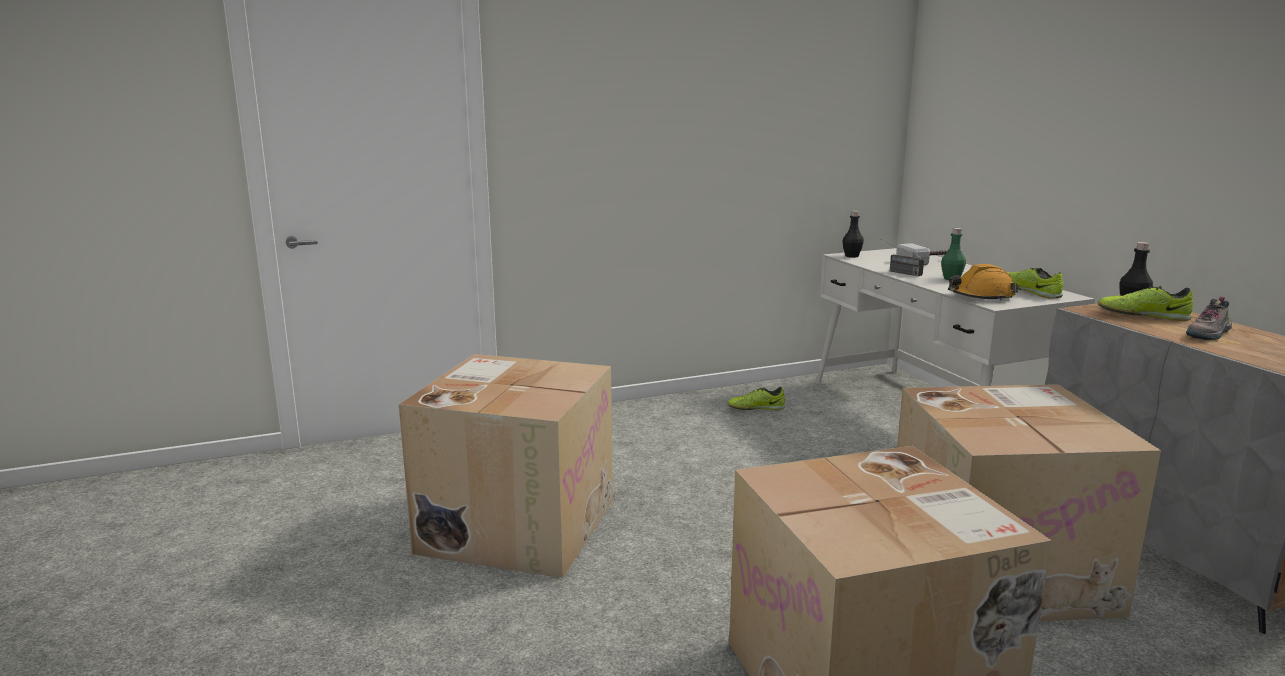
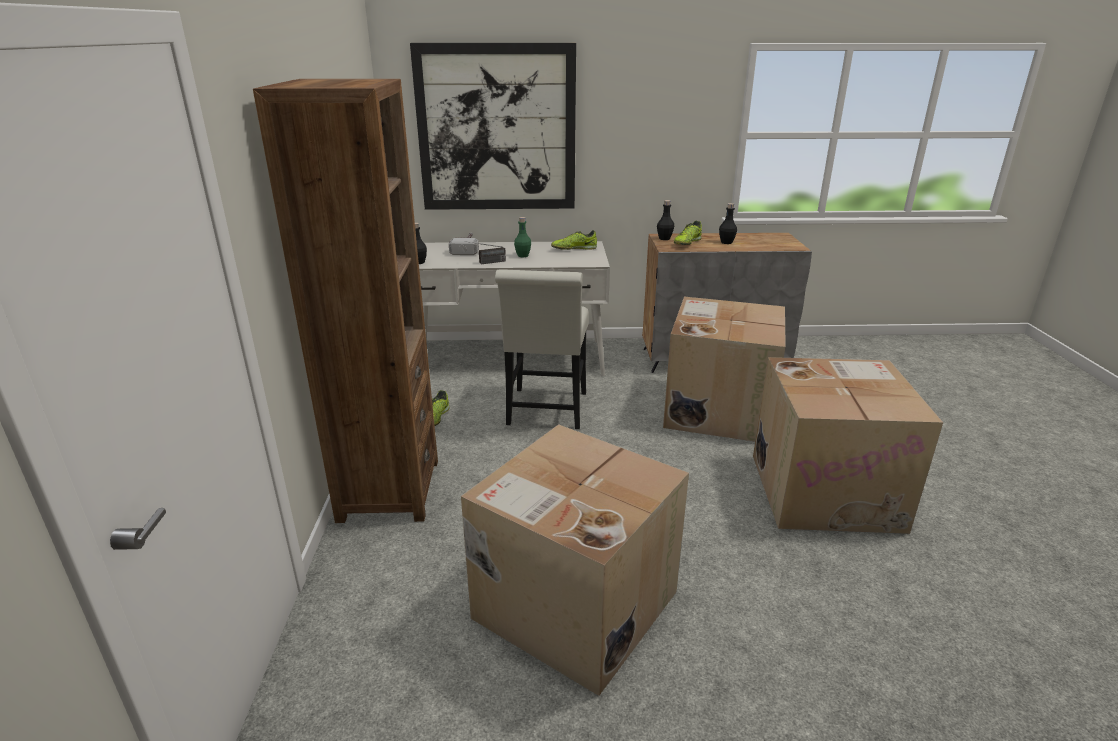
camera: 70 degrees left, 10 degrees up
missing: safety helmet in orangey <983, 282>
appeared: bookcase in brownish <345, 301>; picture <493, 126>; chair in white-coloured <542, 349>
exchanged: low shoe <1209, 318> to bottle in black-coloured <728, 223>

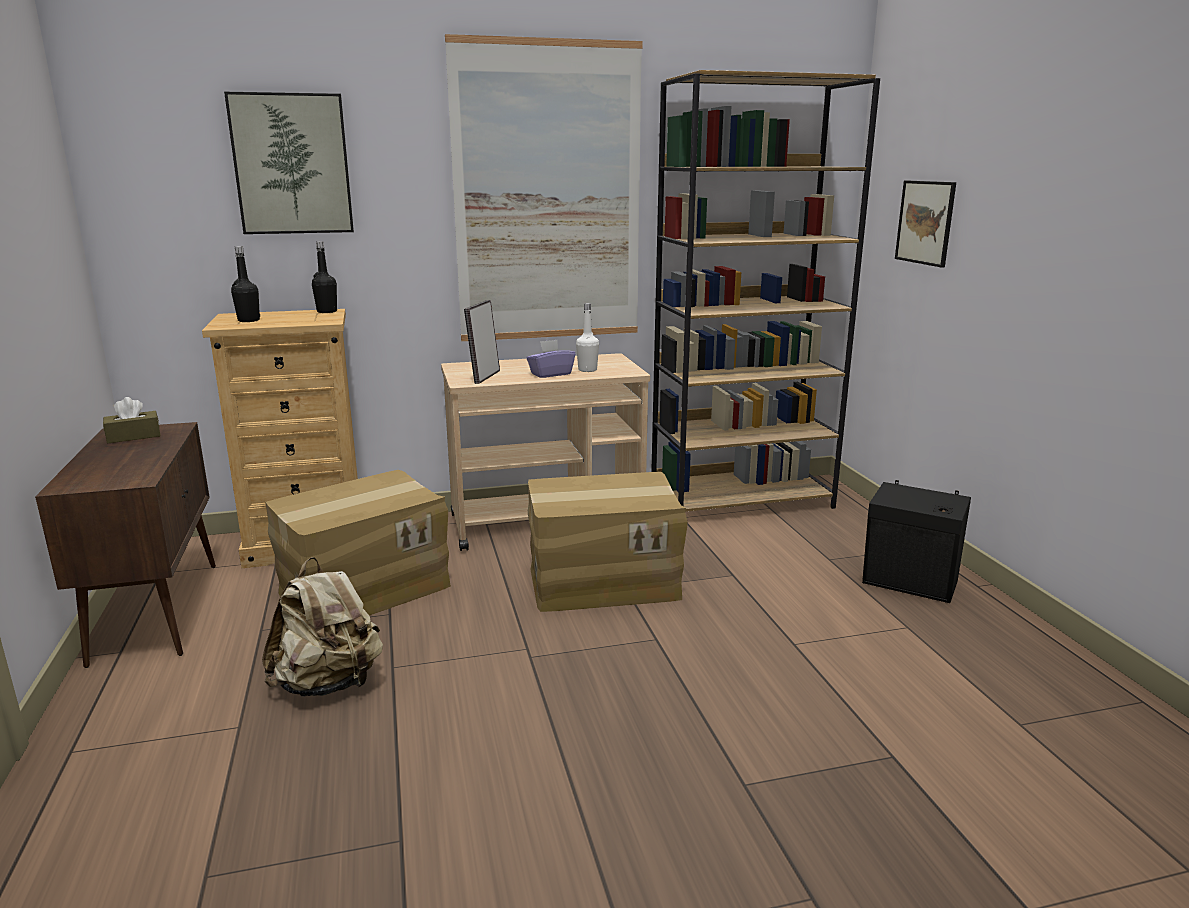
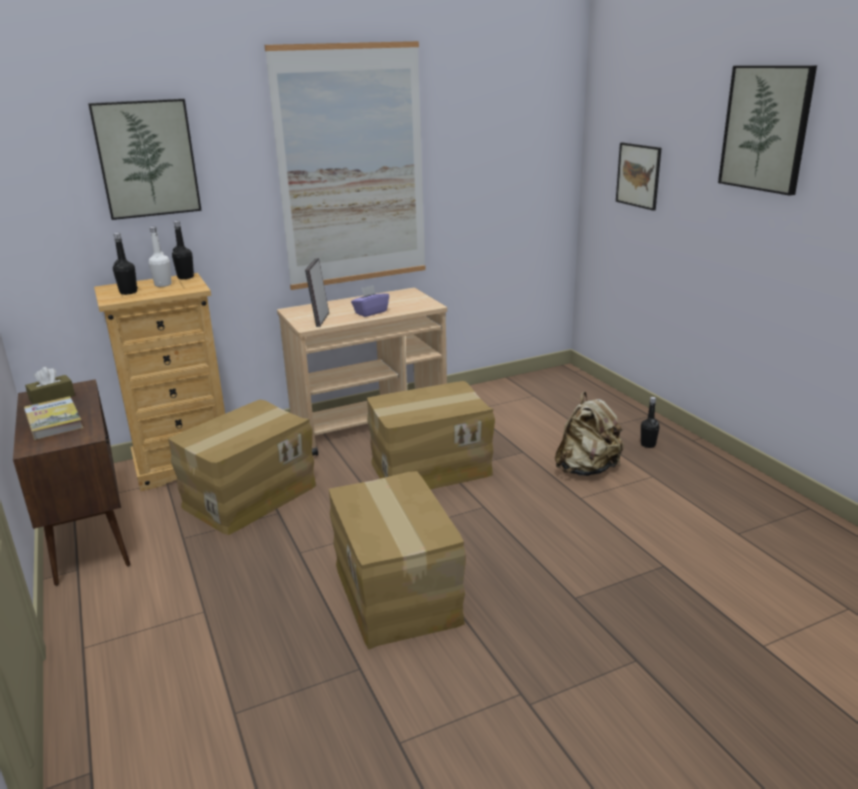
camera: 10 degrees left, 5 degrees up
missing: bookcase in brownish <765, 291>
appeared: volume <53, 418>; cardboard box <397, 560>; picture <767, 130>
relocated: bottle in white-coloured <587, 337> to <160, 257>; backpack in beige <322, 627> to <589, 434>
exchanged: audio speaker in black-coloured <916, 541> to bottle in black-coloured <650, 422>

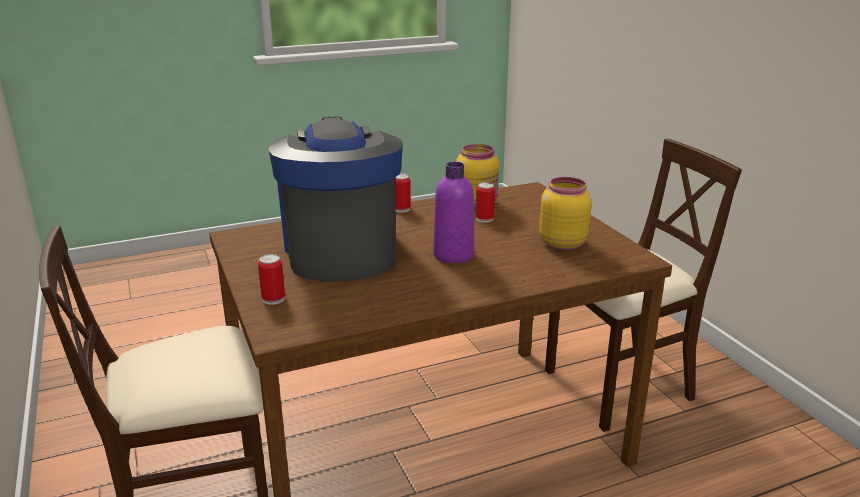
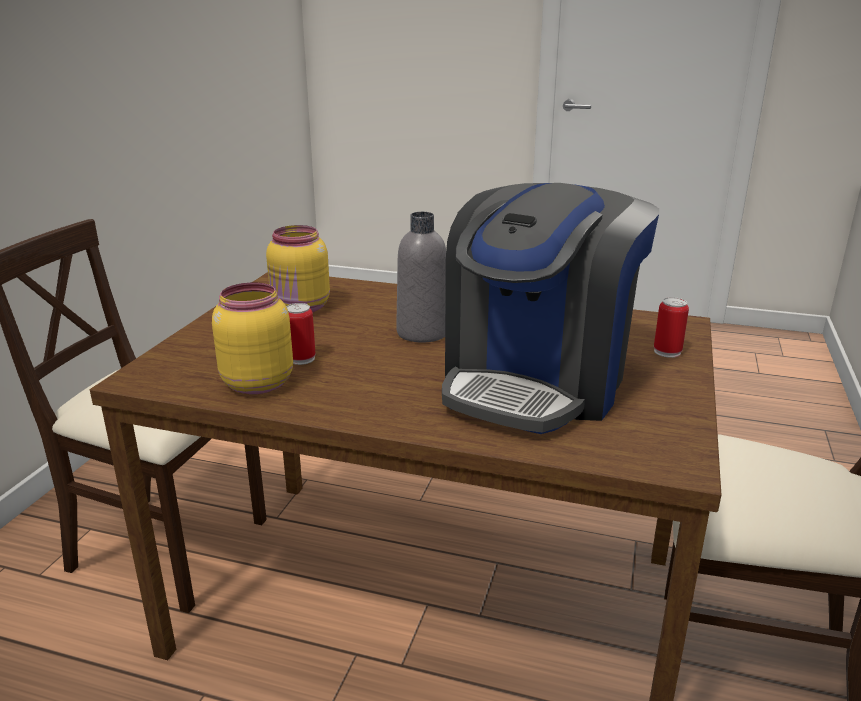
camera: 140 degrees left, 0 degrees up
missing: sealed can <403, 193>
colour: bottle in purple <453, 212> to bottle in grey <421, 277>

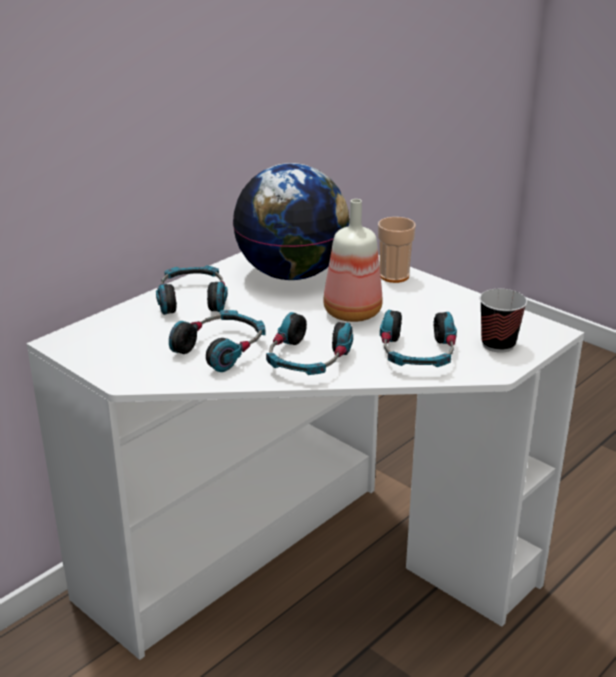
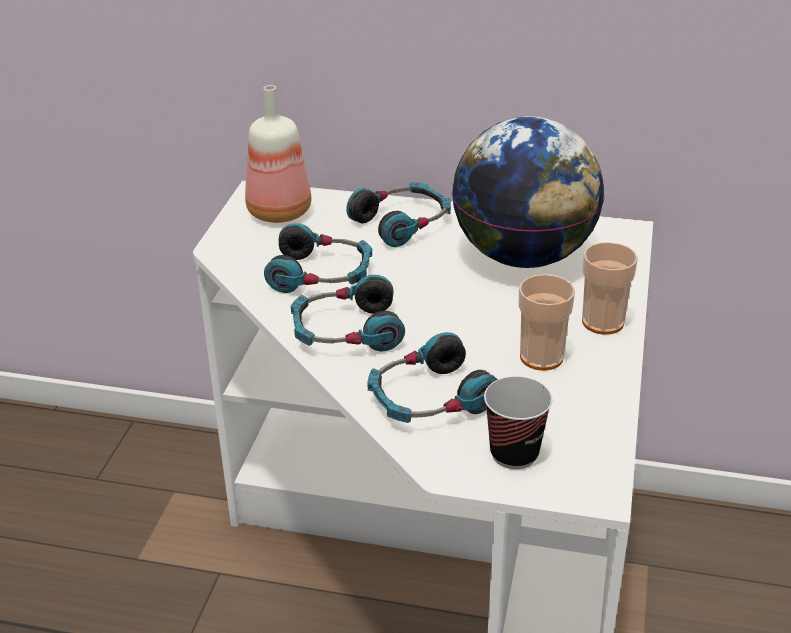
camera: 60 degrees right, 5 degrees up
appeared: cup <547, 322>
relocated: bottle <353, 260> to <278, 154>

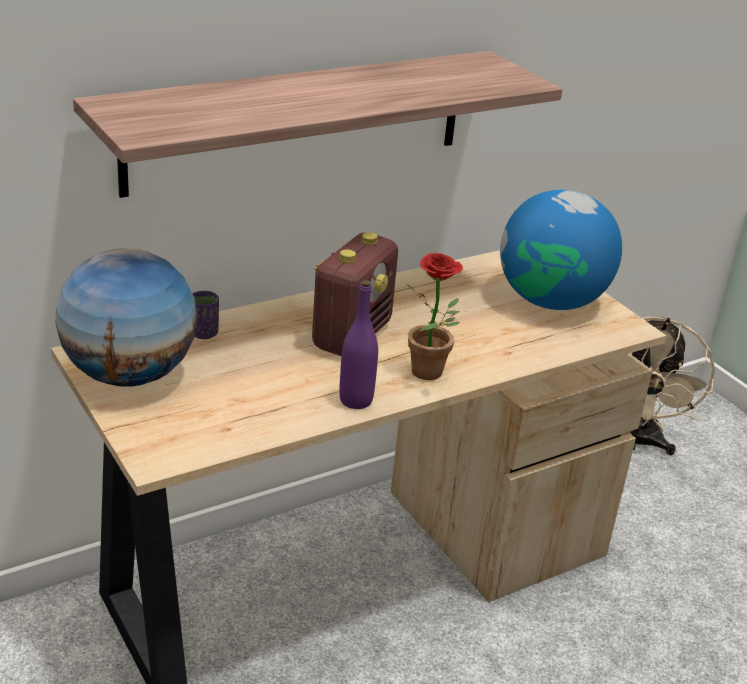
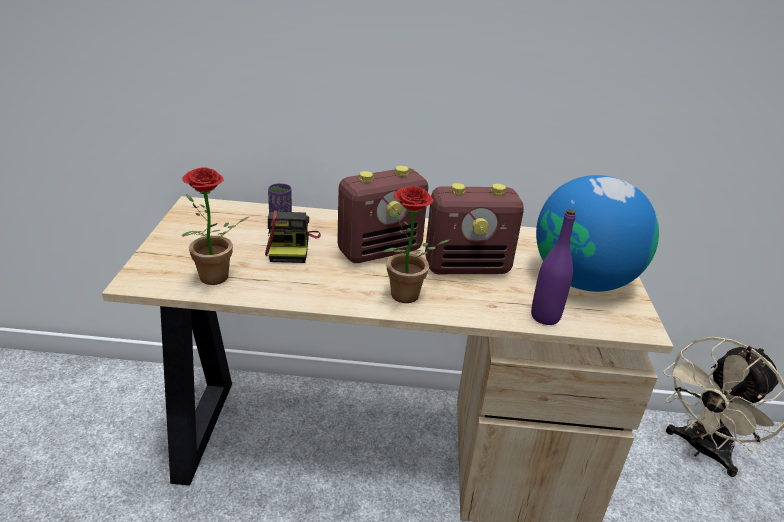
camera: 35 degrees right, 0 degrees up
missing: world globe <126, 317>; bracket shelf <318, 124>
appeared: houseplant <215, 226>; photo camera <293, 237>; radio receiver <474, 228>
relocated: bottle in purple <358, 344> to <553, 267>

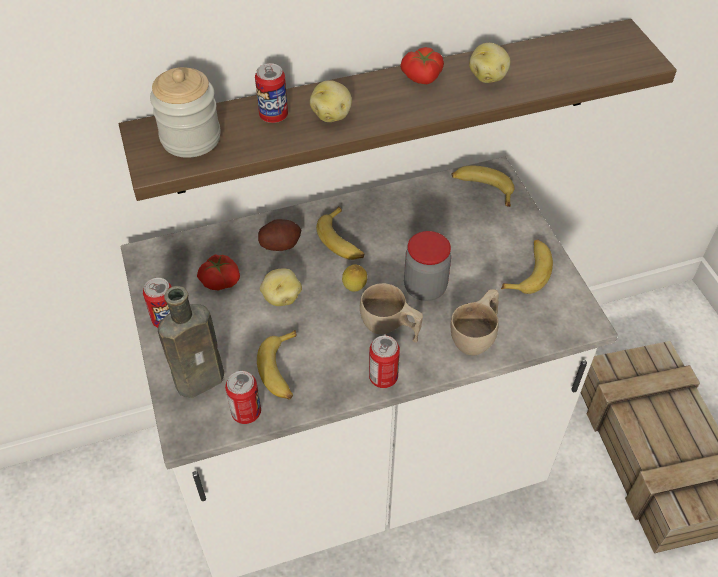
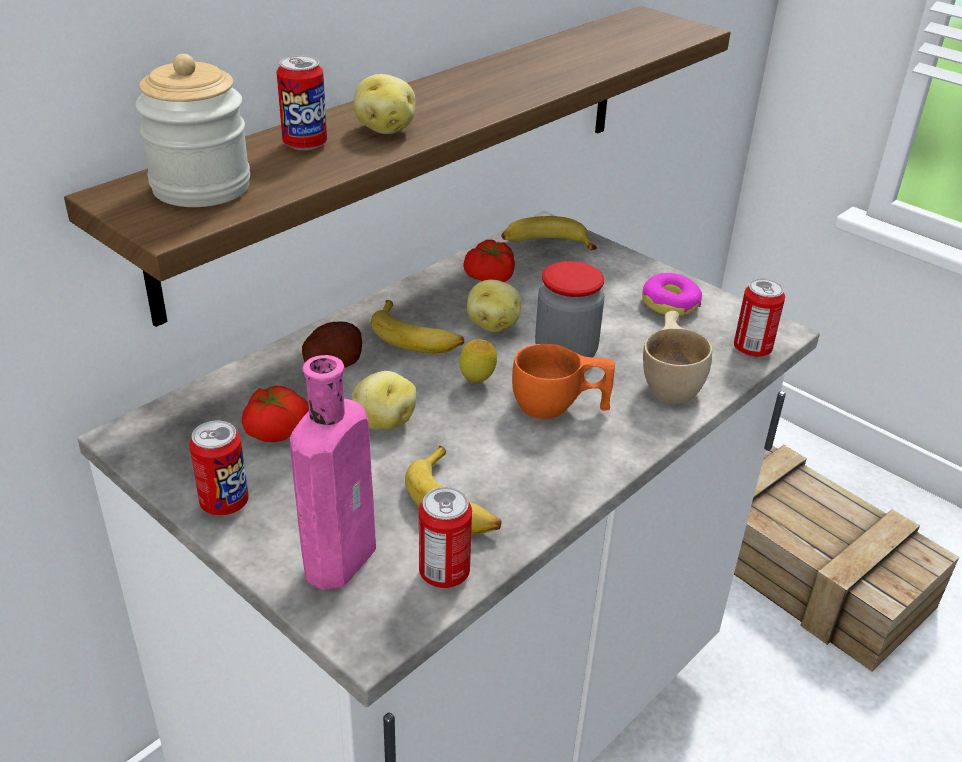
camera: 30 degrees left, 15 degrees down
relocated: whole tomato <422, 65> to <489, 261>; spud <489, 63> to <494, 305>; sealed can <384, 361> to <759, 318>
exchanged: banana fruit <527, 266> to donut <672, 294>
colour: bottle in brownish <191, 342> to bottle in pink-coloured <333, 472>; cup in beige <391, 313> to cup in orangey <563, 381>

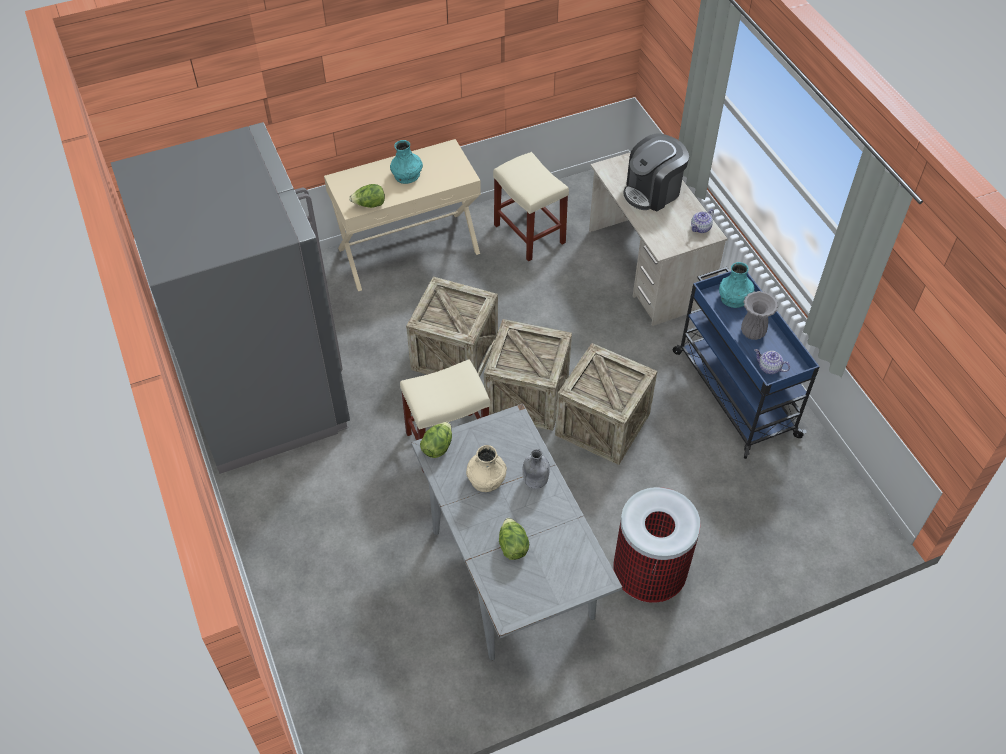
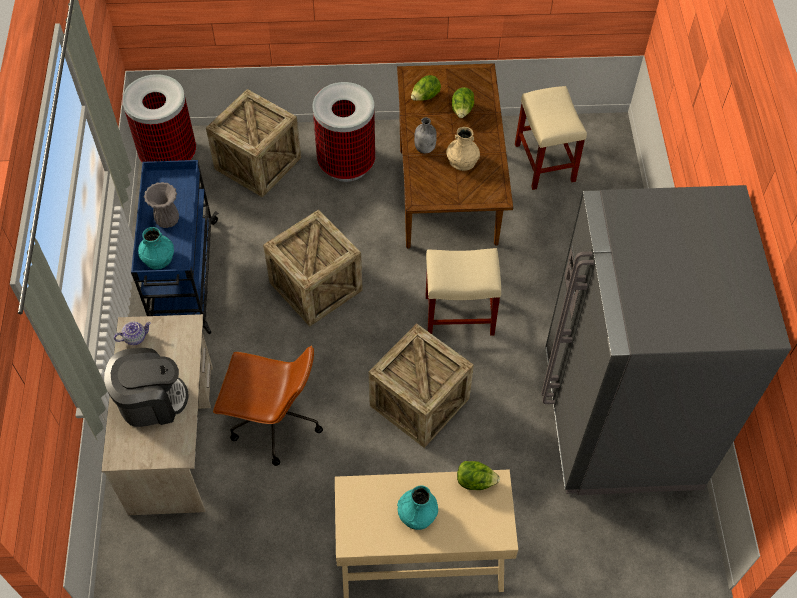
camera: 160 degrees left, 5 degrees up
missing: tea pot <772, 361>
appeared: waste bin <159, 118>; desk chair in brownish <268, 405>
relocated: shipping crate <528, 375> to <253, 143>; head of lettuce <436, 440> to <426, 88>; stool seat in beige <531, 207> to <551, 138>
colour: dining table in grey <517, 532> to dining table in brownish <455, 156>

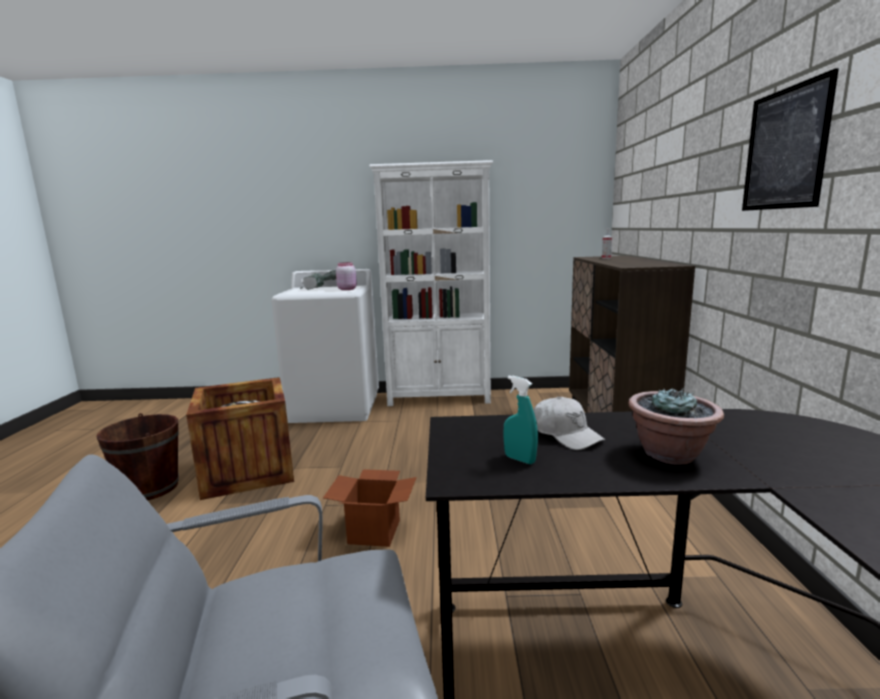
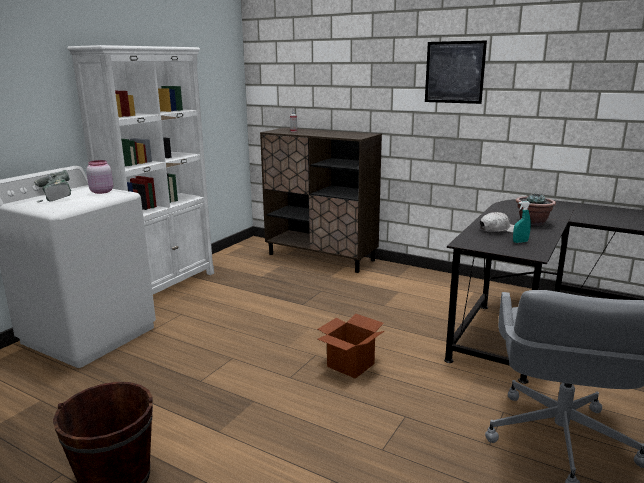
camera: 60 degrees left, 5 degrees up
missing: shipping crate <240, 438>

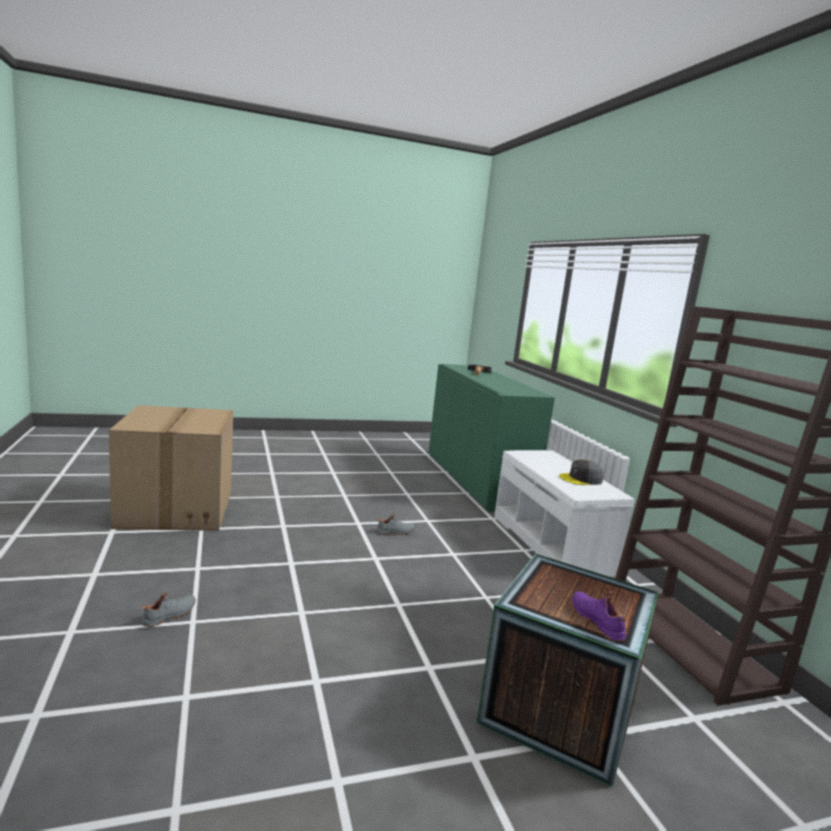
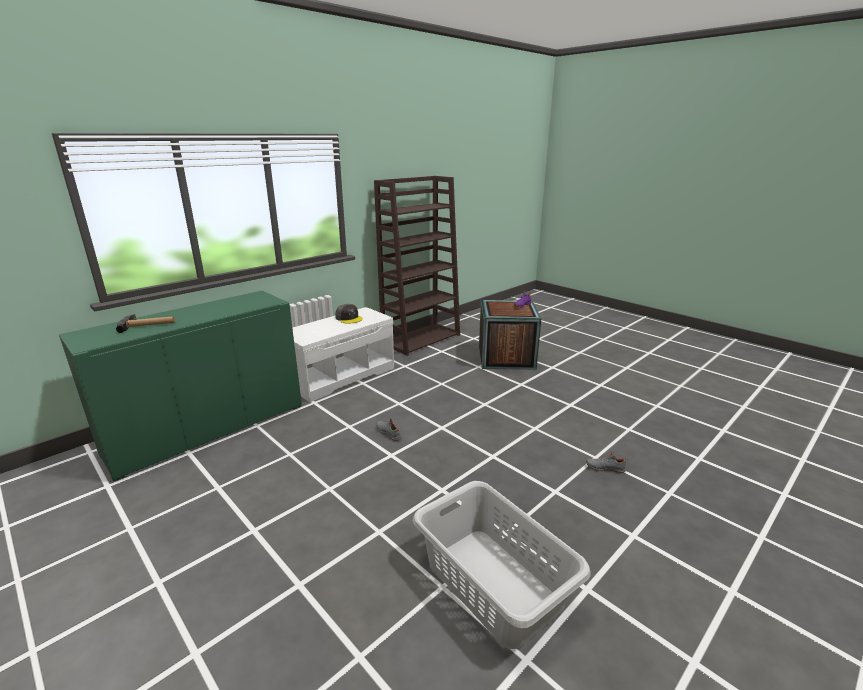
camera: 115 degrees left, 10 degrees up
exchanged: cardboard box <171, 468> to laundry basket in grey <502, 565>

